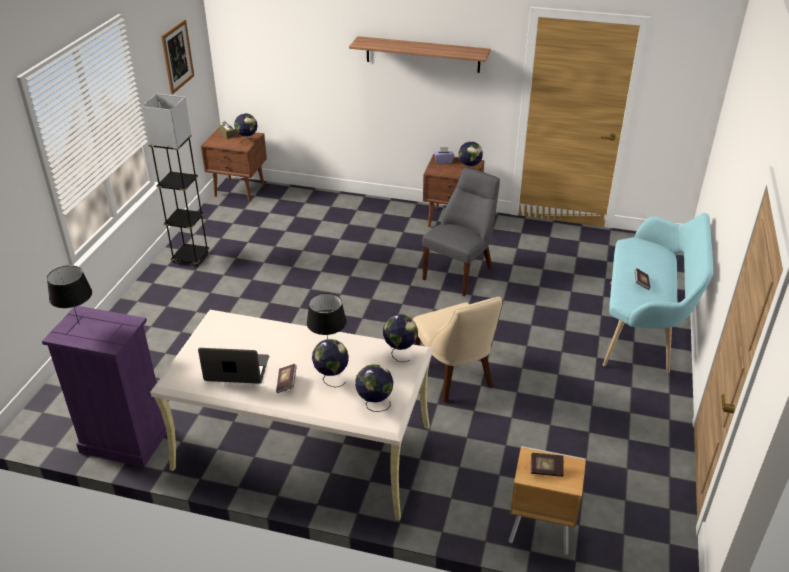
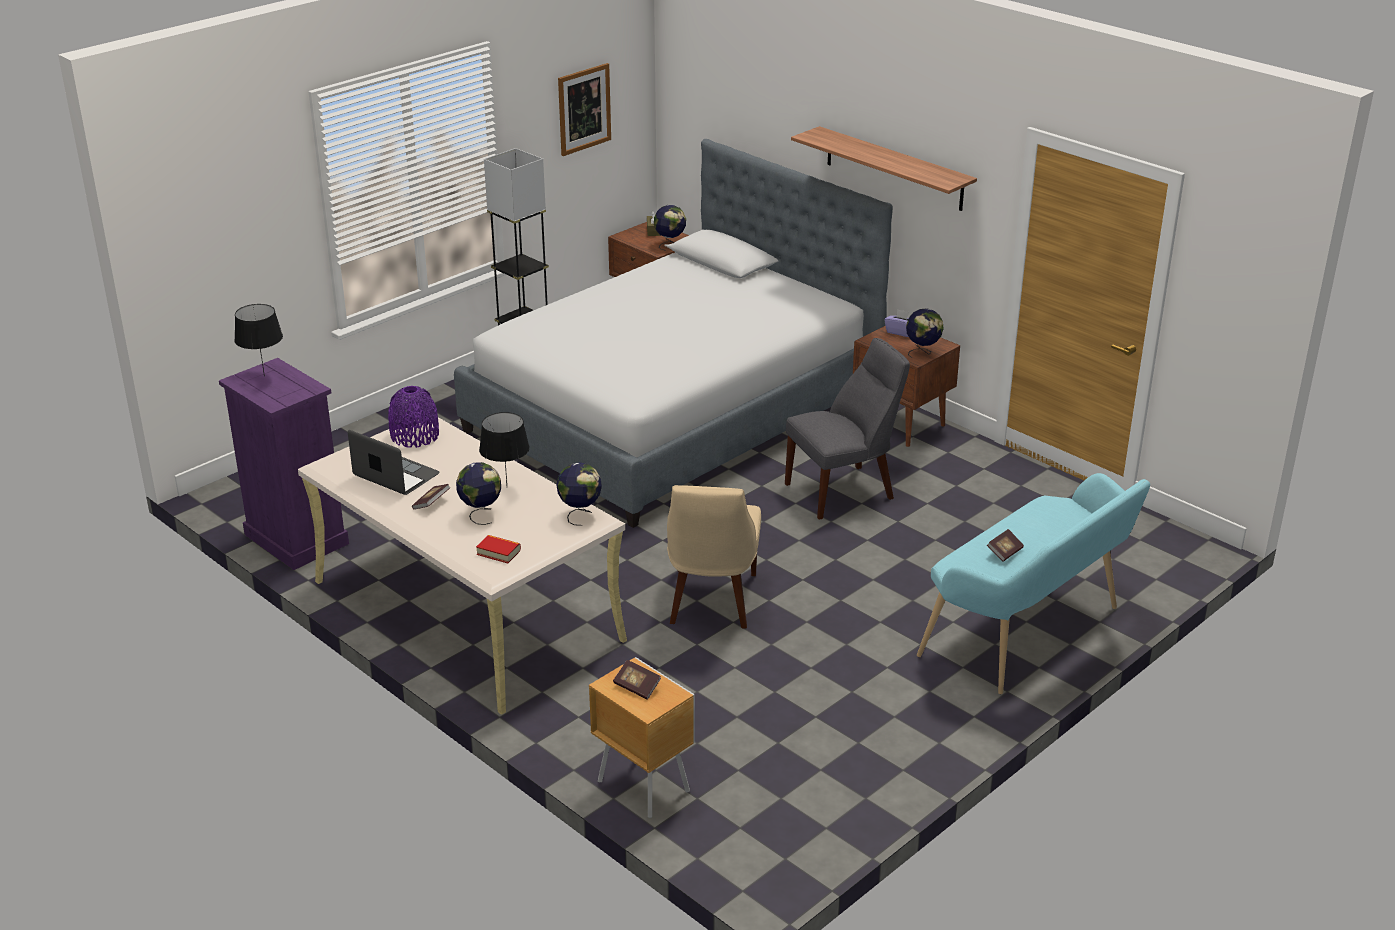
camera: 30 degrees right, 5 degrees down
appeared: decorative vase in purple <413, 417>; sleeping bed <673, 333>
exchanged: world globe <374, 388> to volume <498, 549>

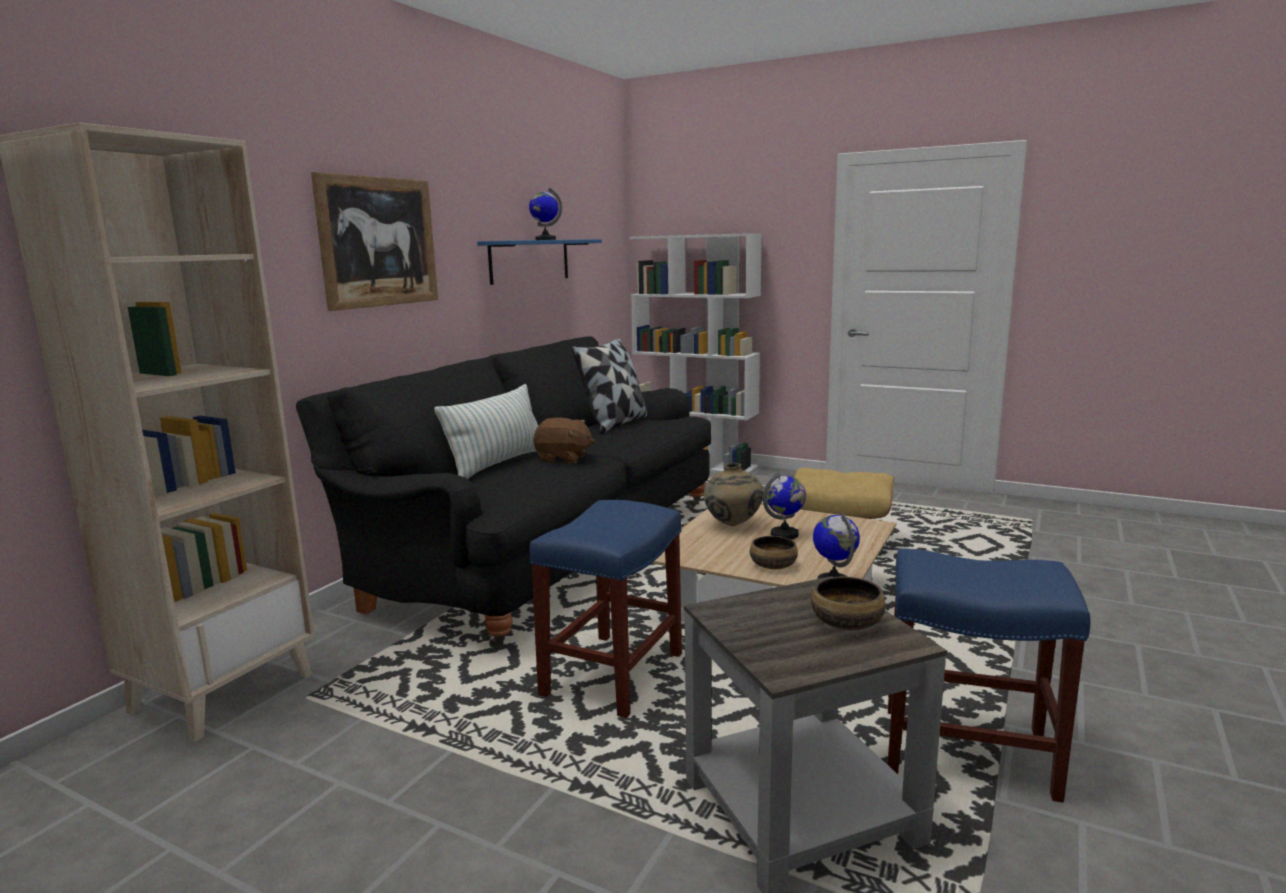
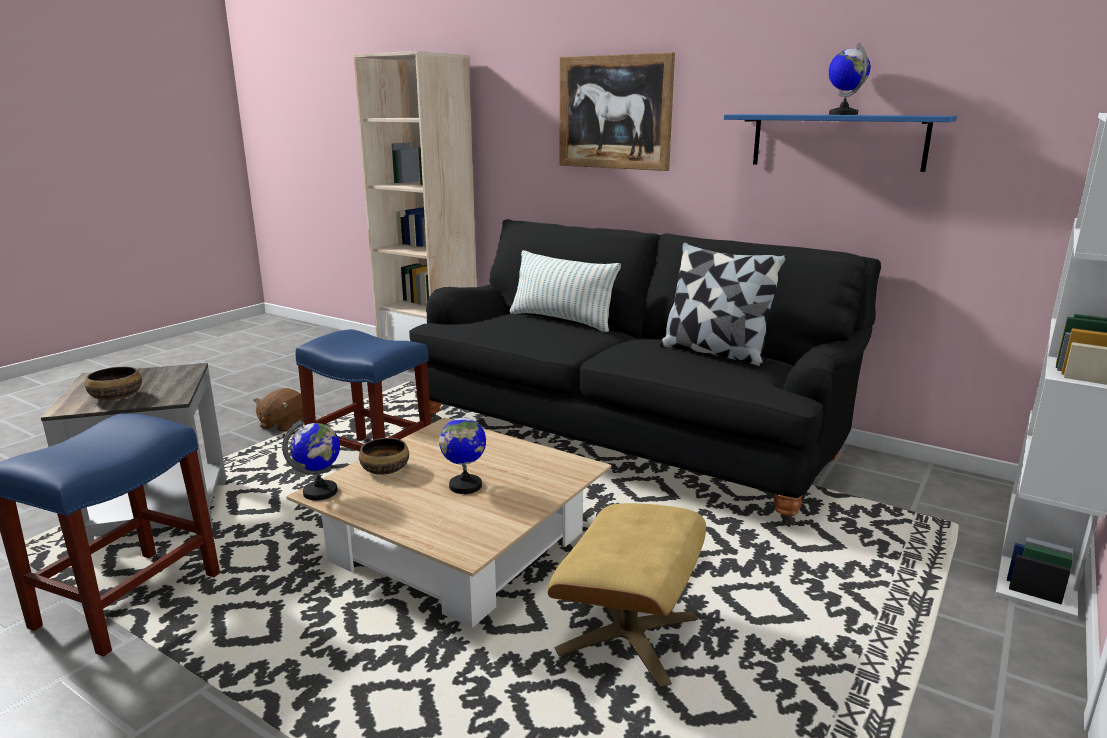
camera: 95 degrees right, 5 degrees up
missing: decorative vase in beige <734, 494>
relocated: soft toy in brownish <564, 440> to <278, 410>

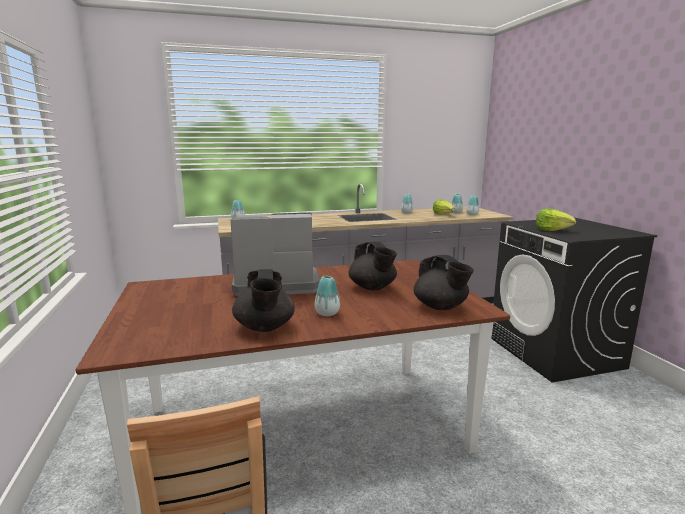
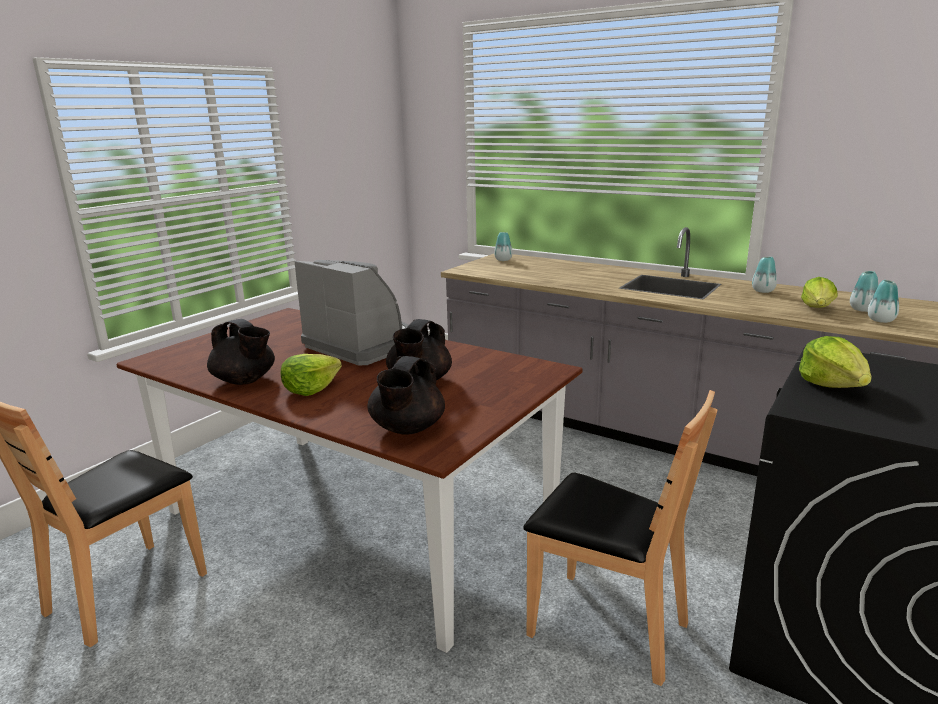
camera: 50 degrees right, 5 degrees up
appeared: chair in brownish <621, 538>
exchanged: decorative vase <327, 296> to head of lettuce <311, 375>
spun: tea pot in black-coloured <263, 300> = <241, 352> 90 degrees counterclockwise

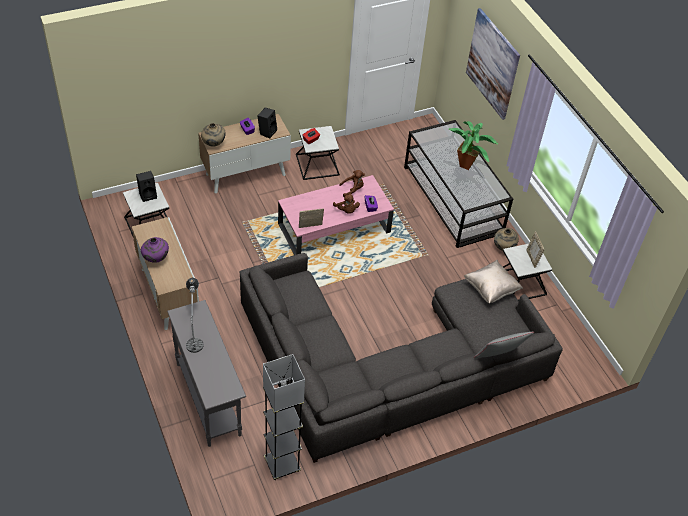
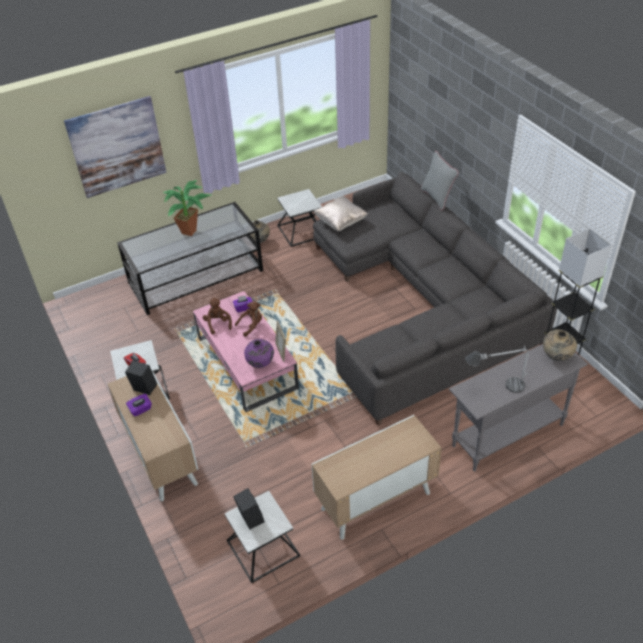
camera: 90 degrees left, 5 degrees down
missing: standing frame <535, 249>
relocated: decorative vase in purple <155, 250> to <259, 353>; decorative vase in beige <213, 134> to <560, 345>

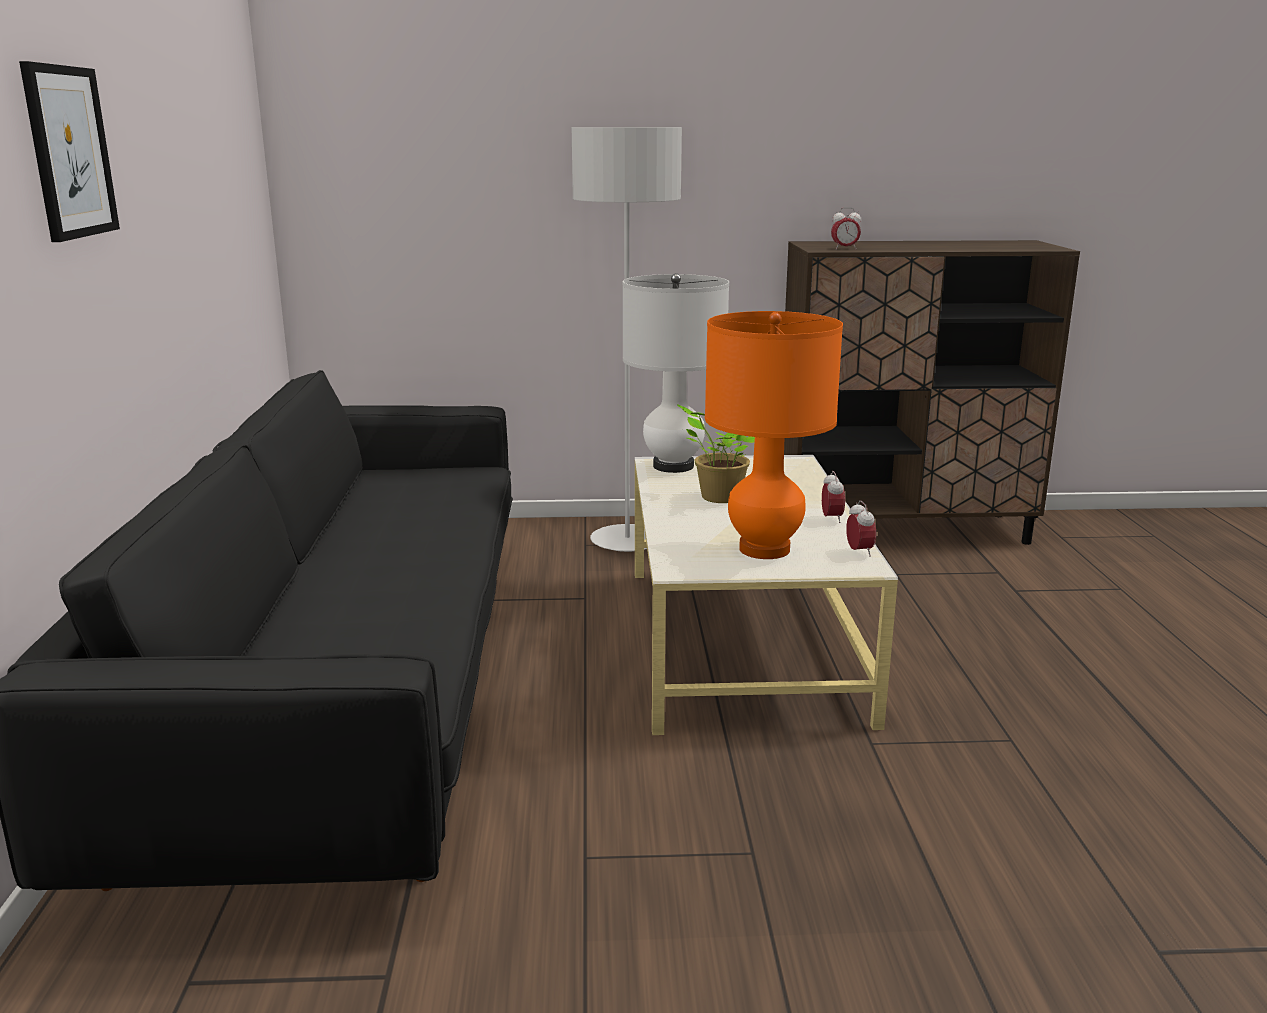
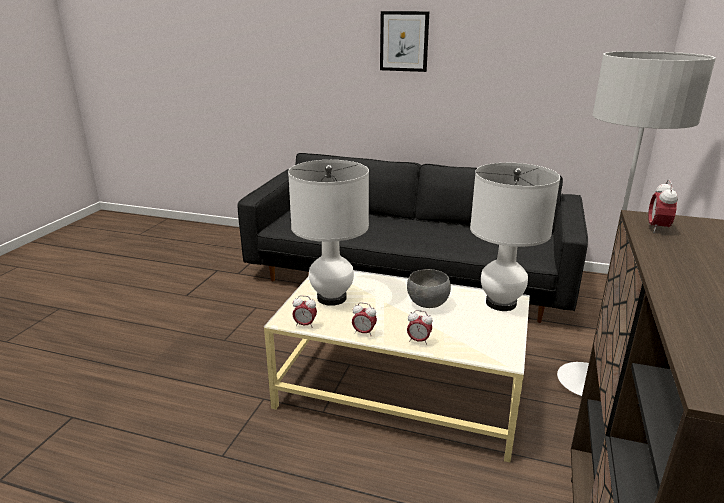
camera: 110 degrees right, 5 degrees up
appeared: table clock <419, 327>
exchanged: houseplant <716, 453> to serving bowl in grey <429, 288>
colour: tabletop lamp in orangey <774, 435> to tabletop lamp in white-coloured <328, 233>

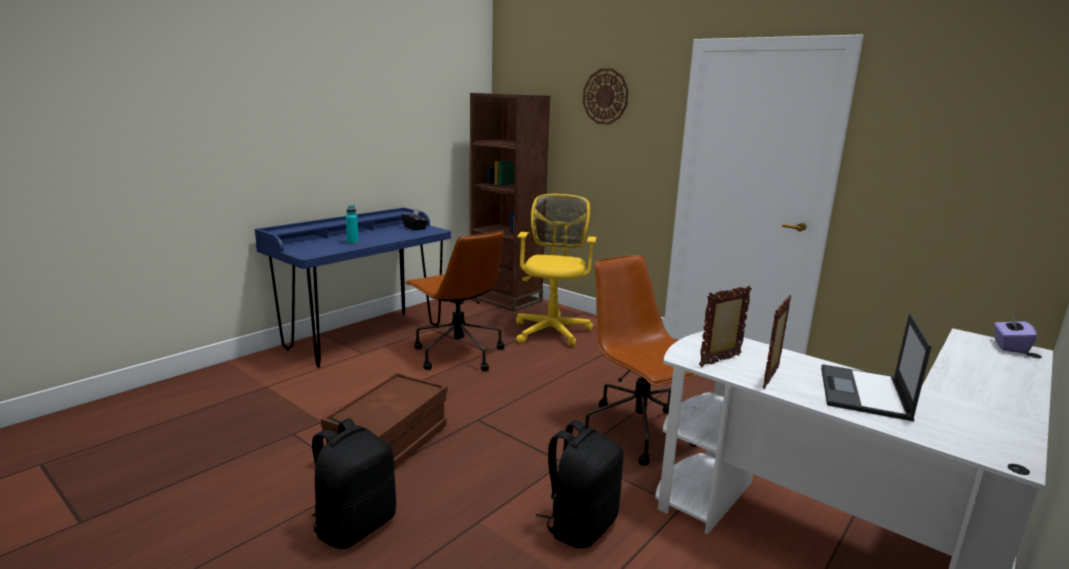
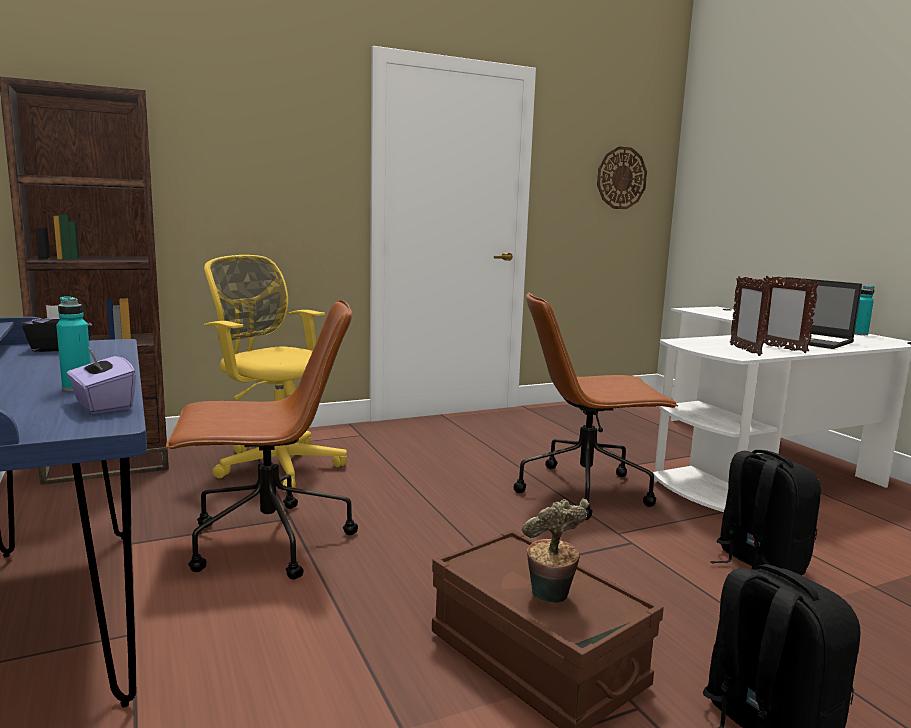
camera: 65 degrees left, 5 degrees down
appeared: houseplant <555, 550>; bottle in turquoise-coloured <864, 310>
relocated: box of tissues in purple <1015, 334> to <101, 381>; clock on the wall <606, 97> to <622, 177>

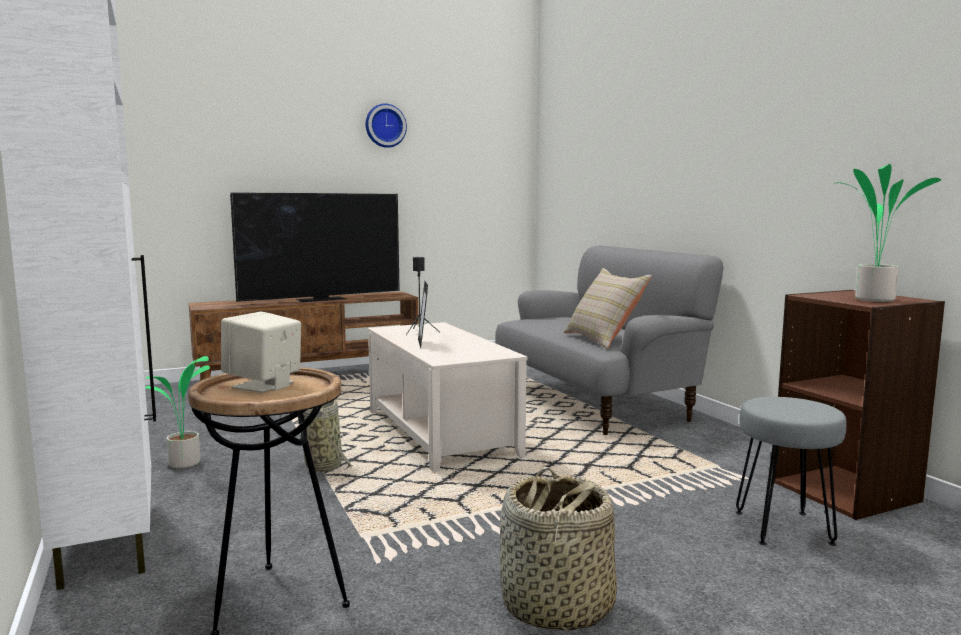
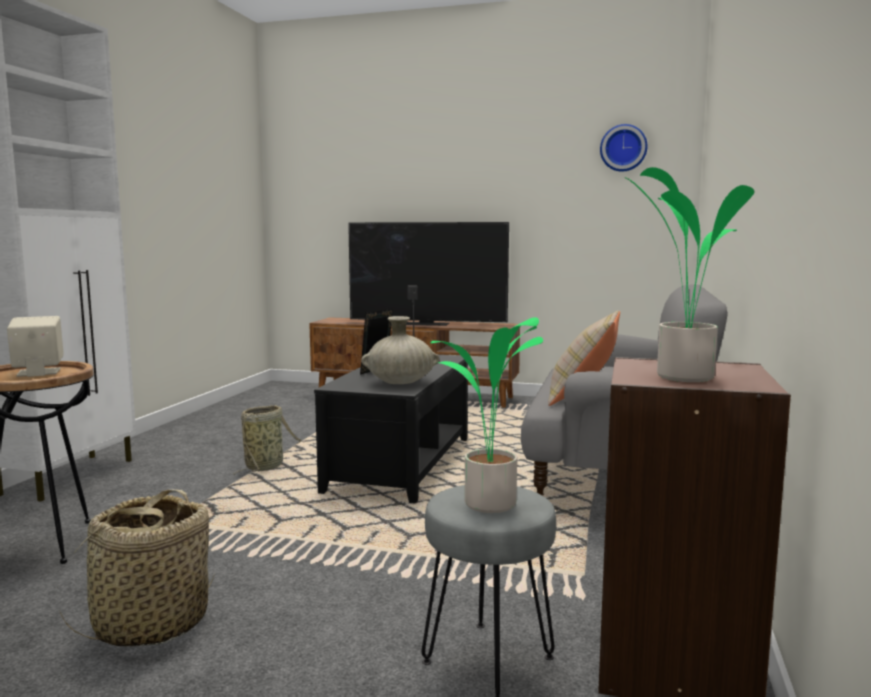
camera: 40 degrees right, 0 degrees up
appeared: decorative vase in beige <400, 350>
relocated: houseplant <177, 412> to <486, 415>; clock on the wall <386, 125> to <623, 148>
colour: coffee table in beige <448, 397> to coffee table in black-coloured <391, 429>

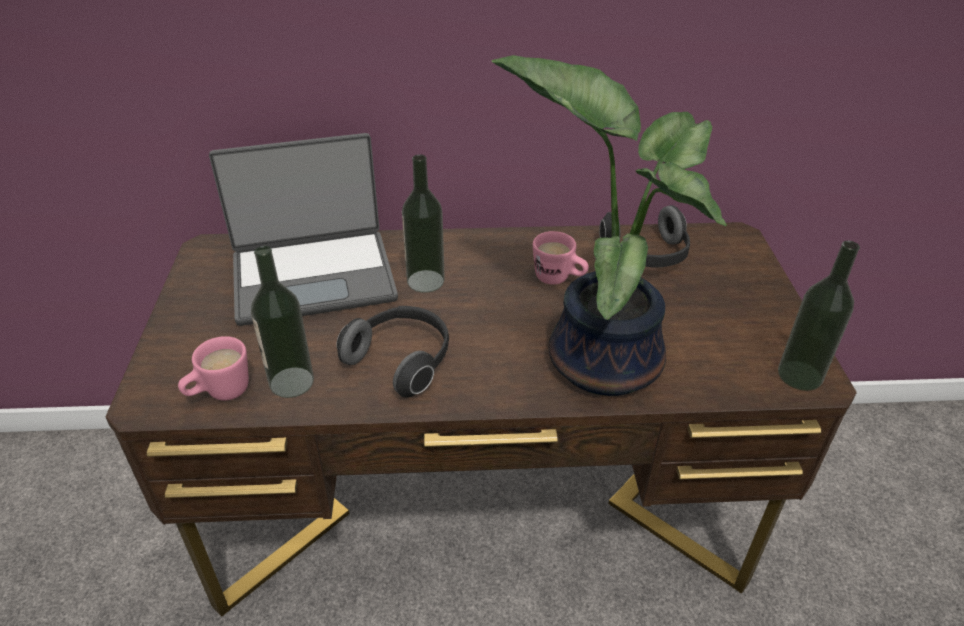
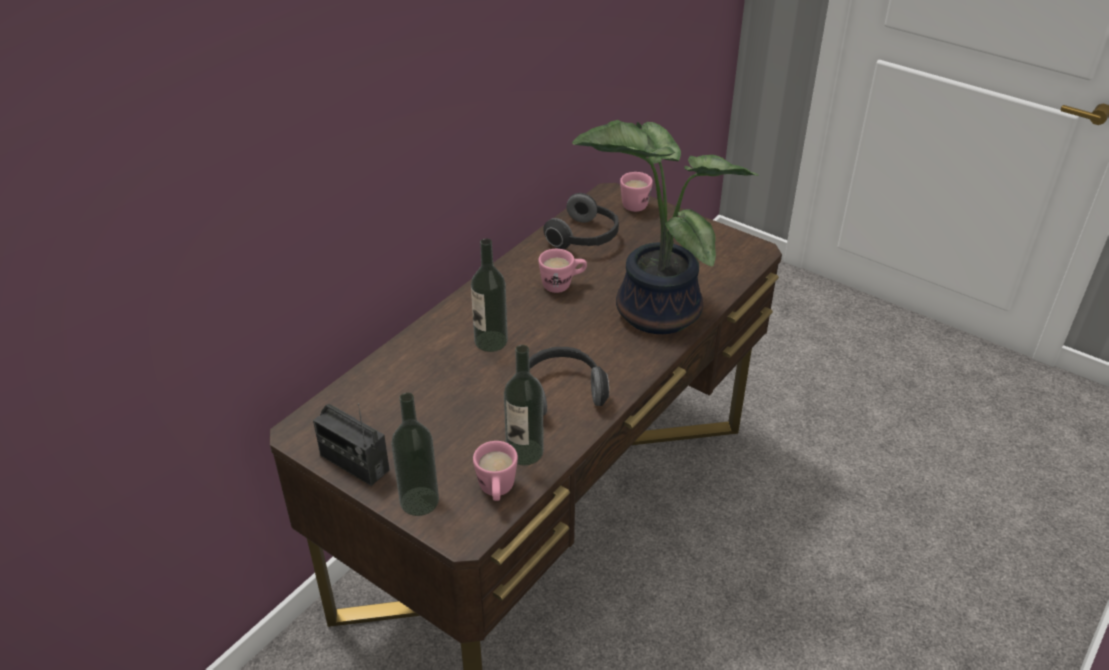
camera: 50 degrees left, 0 degrees up
missing: portable computer <303, 229>
appeared: radio receiver <351, 444>; coffee mug in pink-coloured <636, 192>
relocated: bottle <819, 316> to <415, 454>

